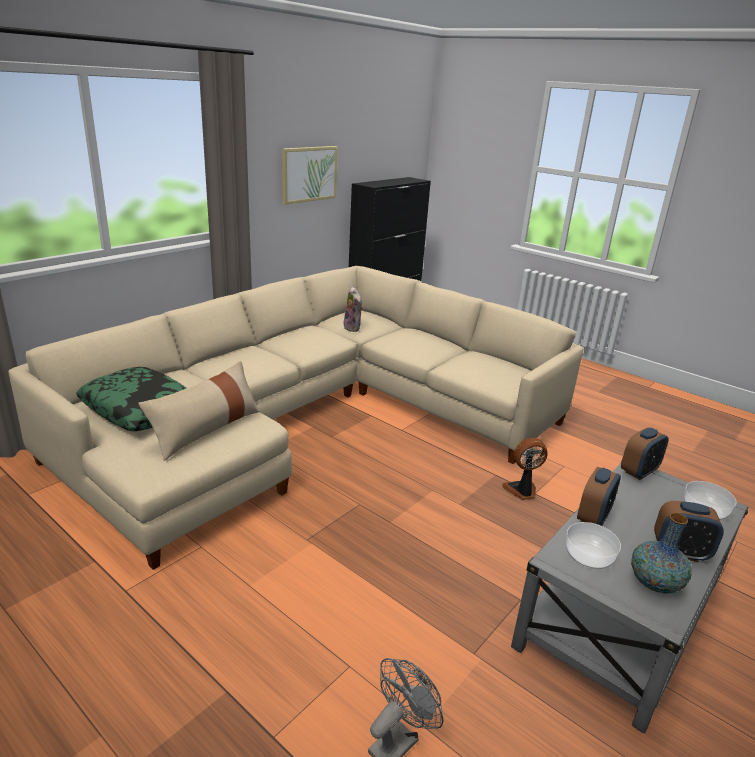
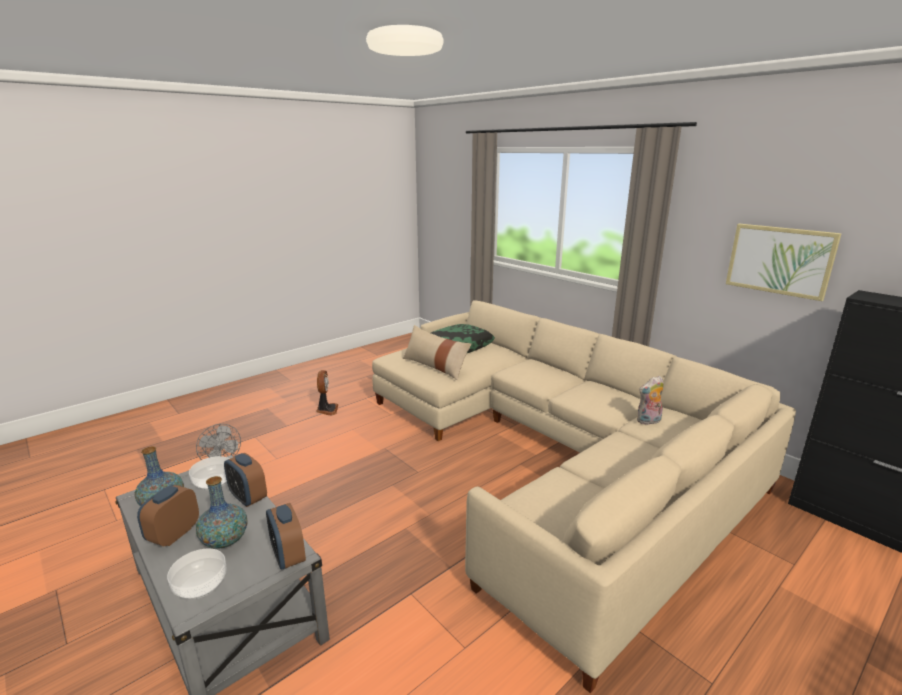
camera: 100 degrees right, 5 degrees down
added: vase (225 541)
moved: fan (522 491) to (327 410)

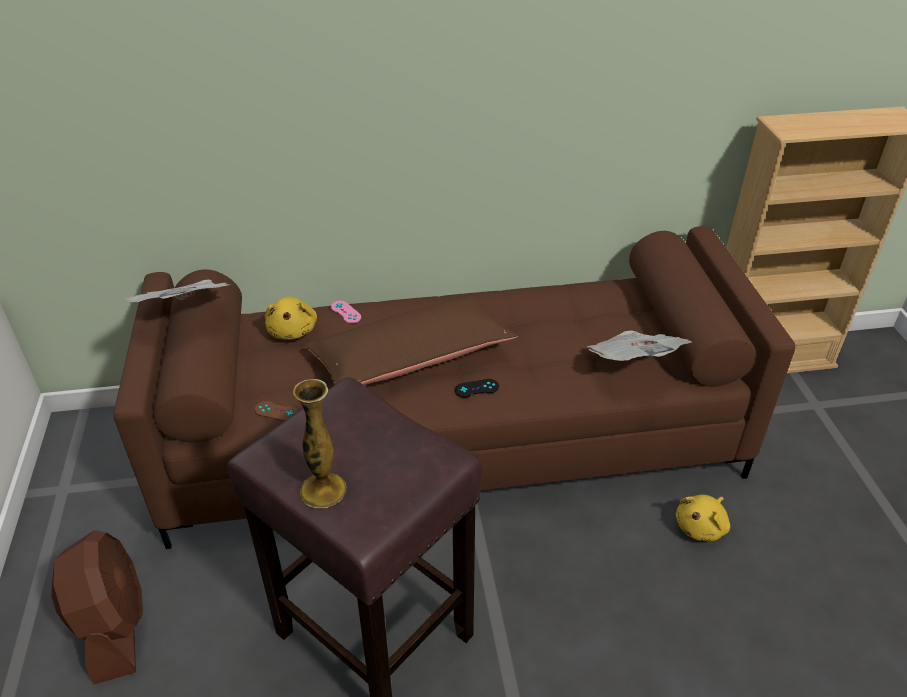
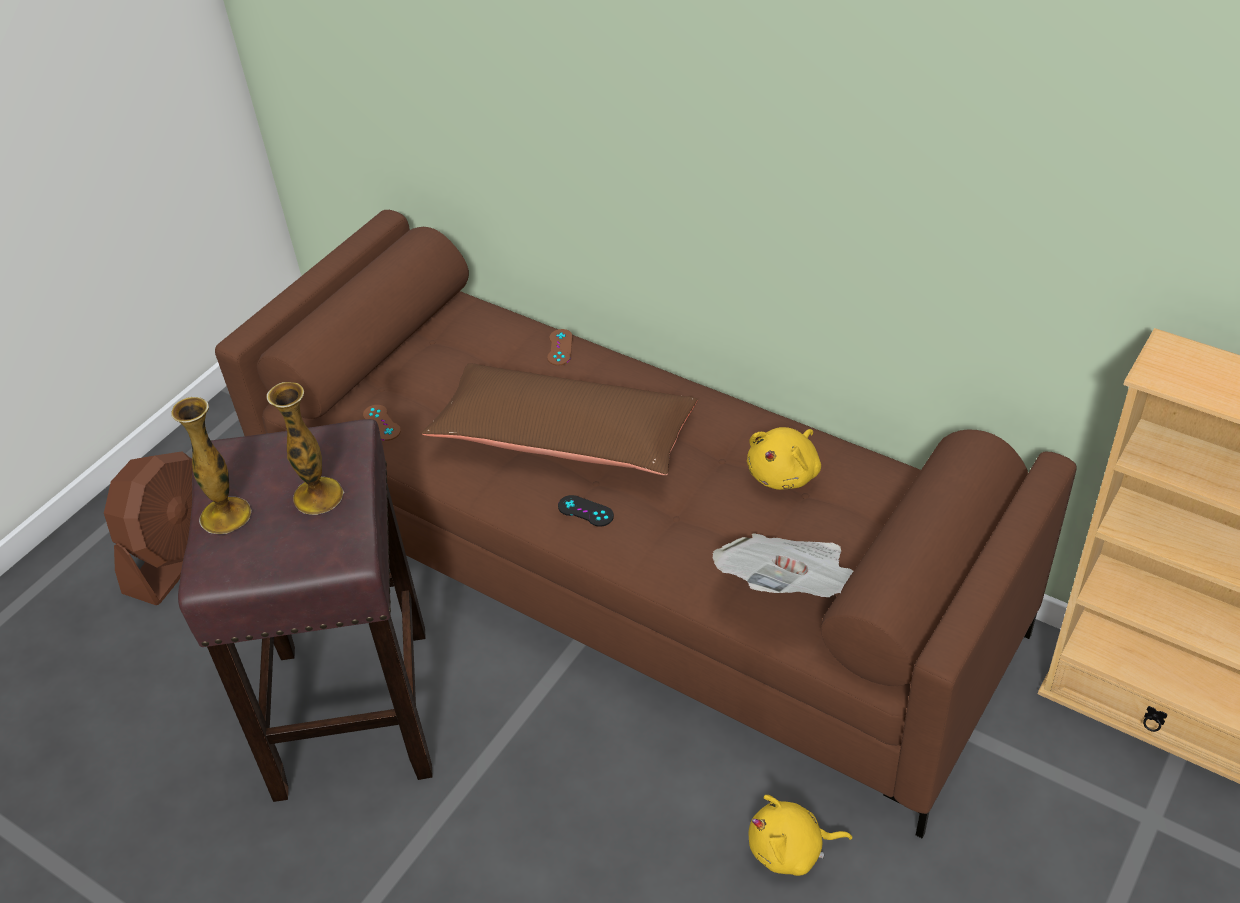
camera: 45 degrees right, 5 degrees up
removed: newspaper (188 311)
added: vase (318 496)
moved: yellow plush toy (293 330) to (785 473)
recoloured: pink game controller (345 312) to brown game controller (560 347)

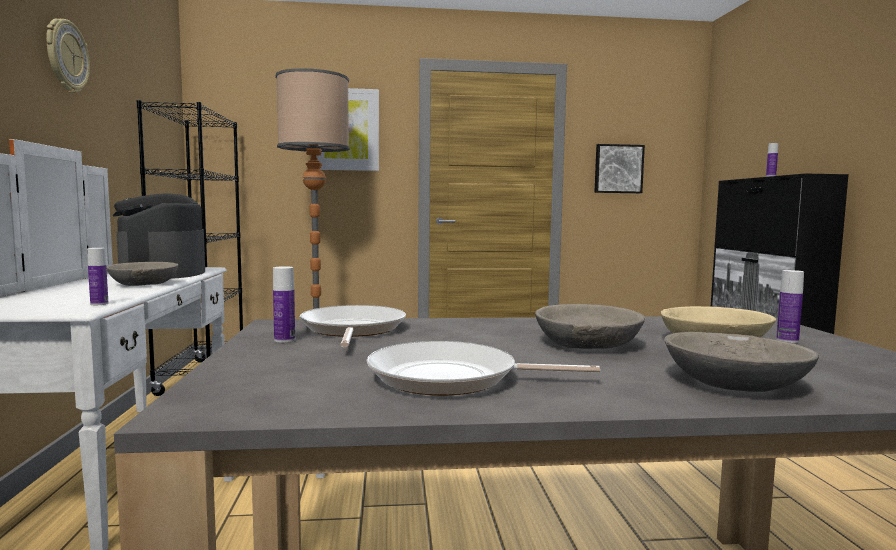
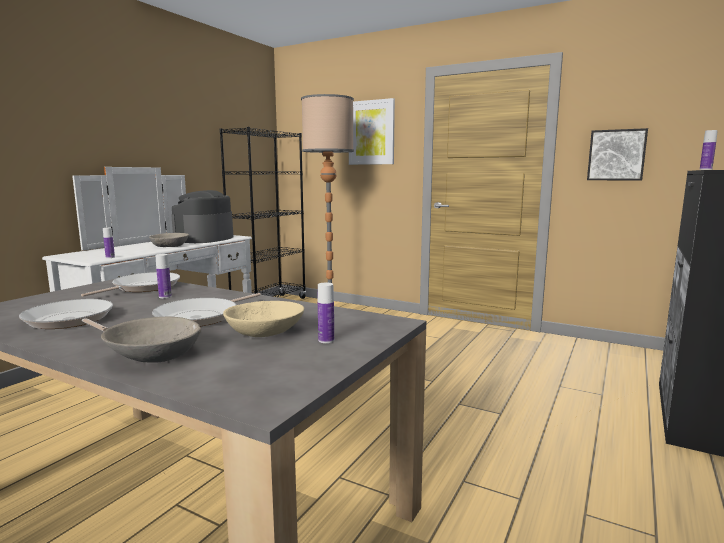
camera: 35 degrees right, 5 degrees up
removed: wall clock (66 56)
moved: bottle (284 340) to (165 296)
replaced: grey bowl (587 344) to frying pan (201 317)

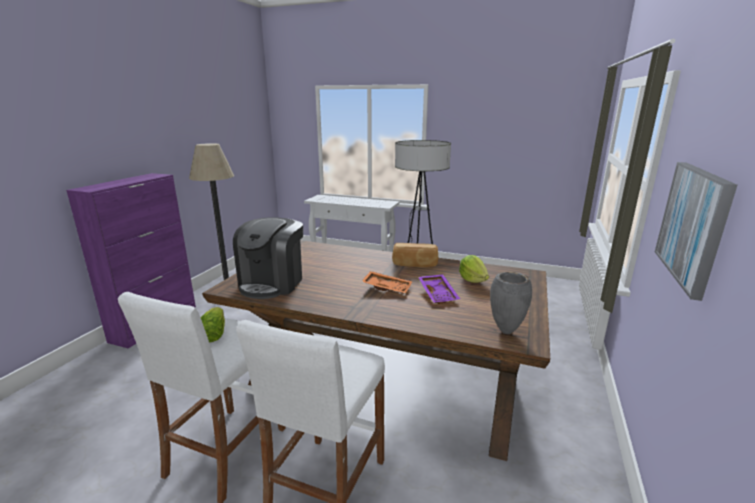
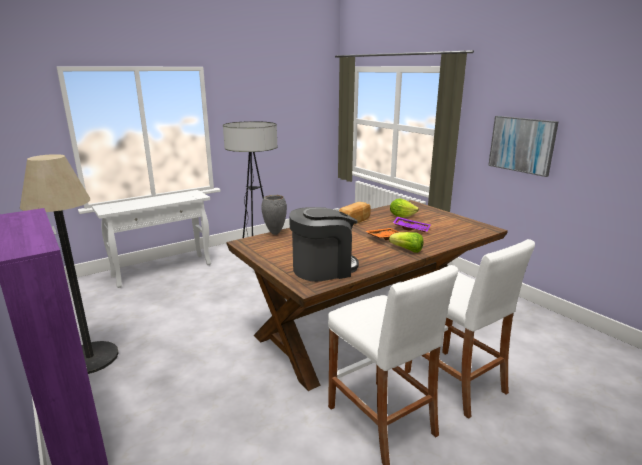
camera: 55 degrees left, 0 degrees up
moved: grey vase (505 331) to (274 233); lettuce (213 334) to (407 250)
turned: coffee machine (272 283) = (323 268) 75 degrees counterclockwise

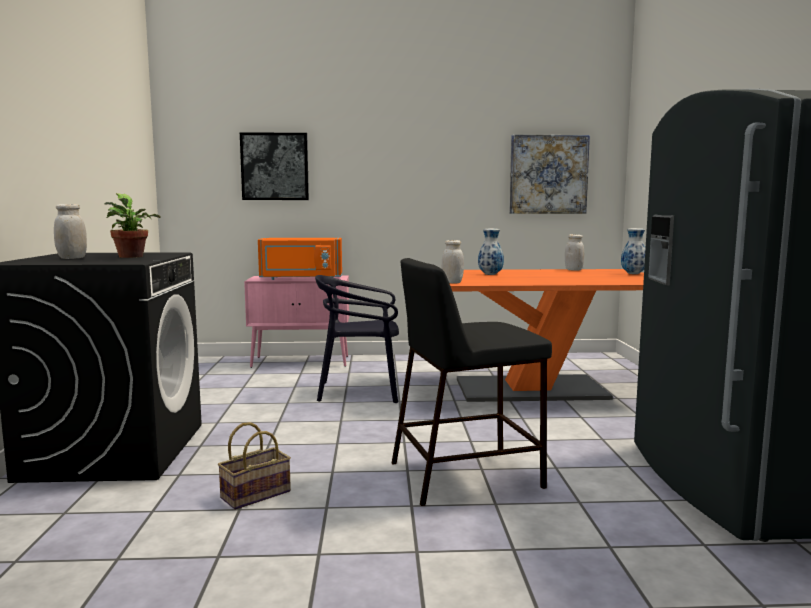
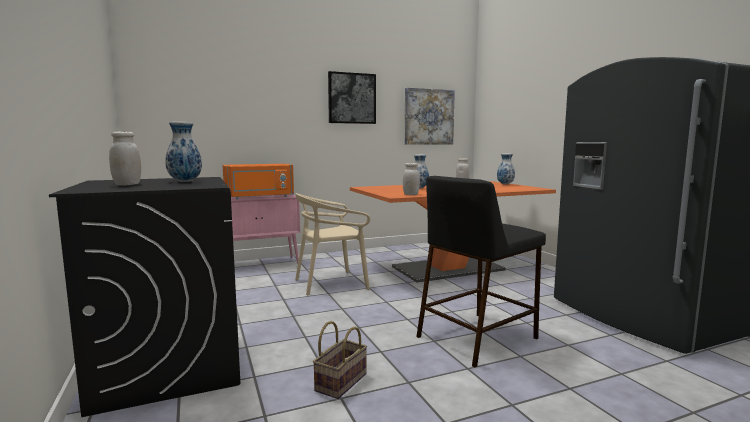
camera: 20 degrees left, 0 degrees up
moved: picture (275 166) to (351 98)
replaced: potted plant (132 257) to vase (185 182)
recoloured: black chair (360 391) to beige chair (331 283)

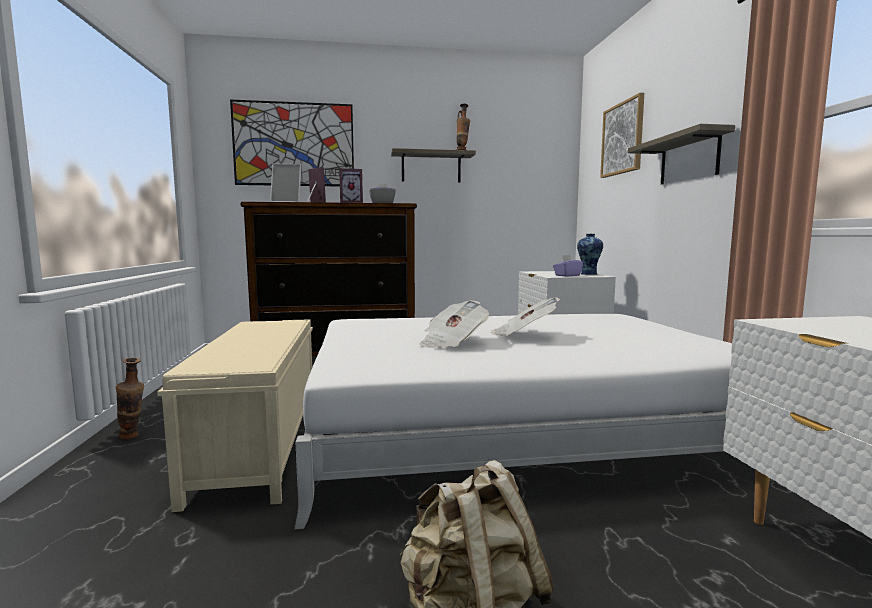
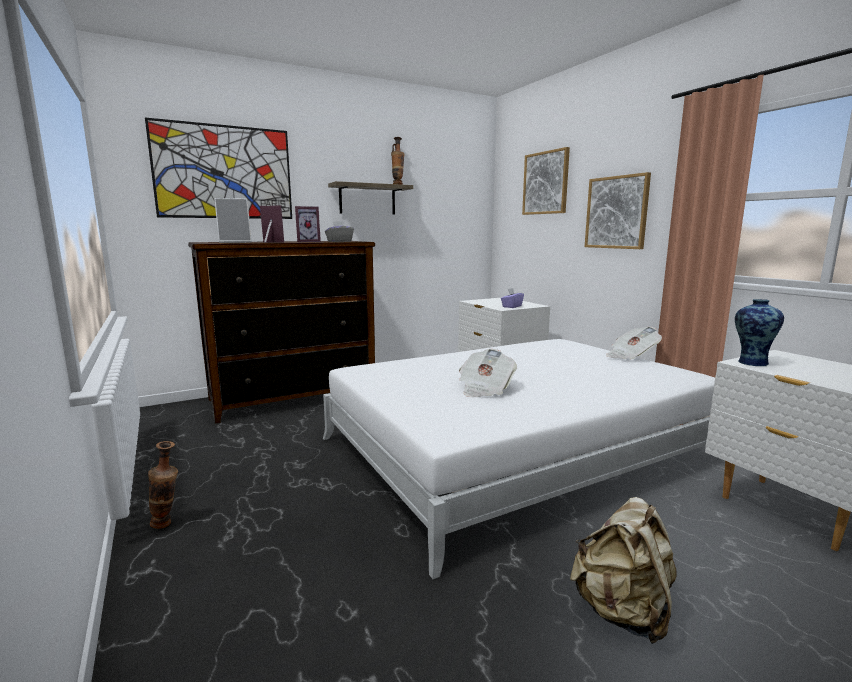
camera: 20 degrees left, 5 degrees up
removed: beige bench (260 443)
moved: newspaper (523 335) to (631 356); vase (589 274) to (751 362)
replaced: shelf (689 159) to picture (616 212)

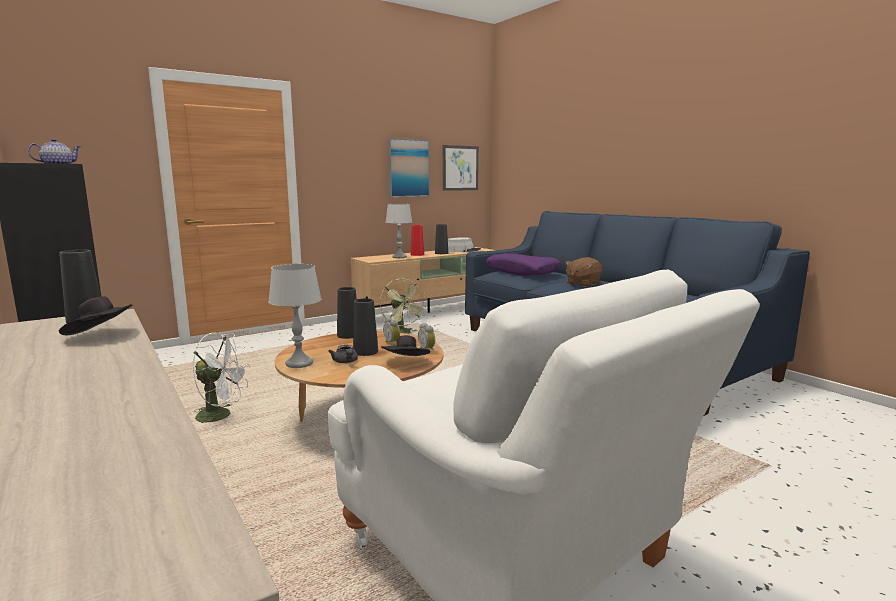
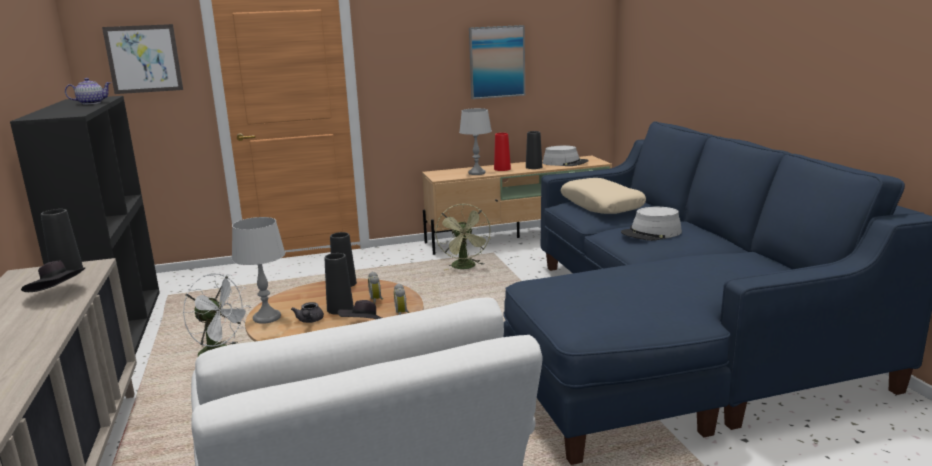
camera: 20 degrees right, 5 degrees up
moved: picture (460 168) to (143 59)
replaced: brown plush toy (582 284) to grey hat (651 233)
recoloured: purple pillow (522 272) to beige pillow (602 205)

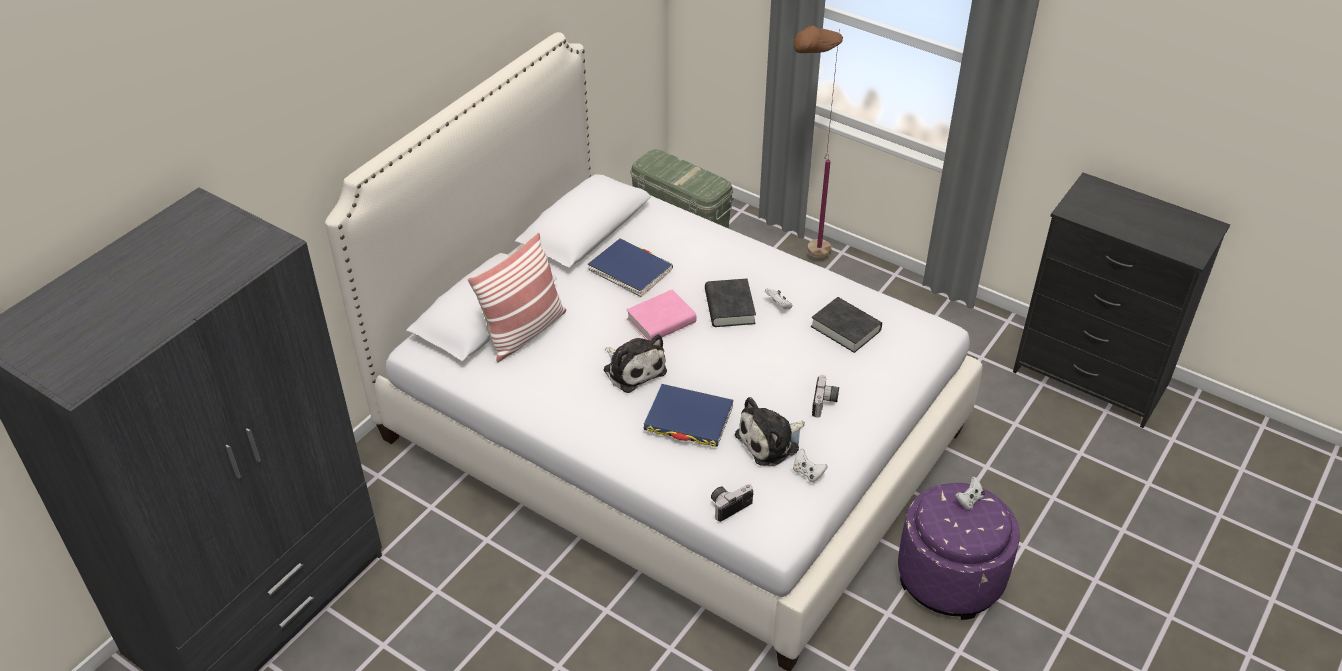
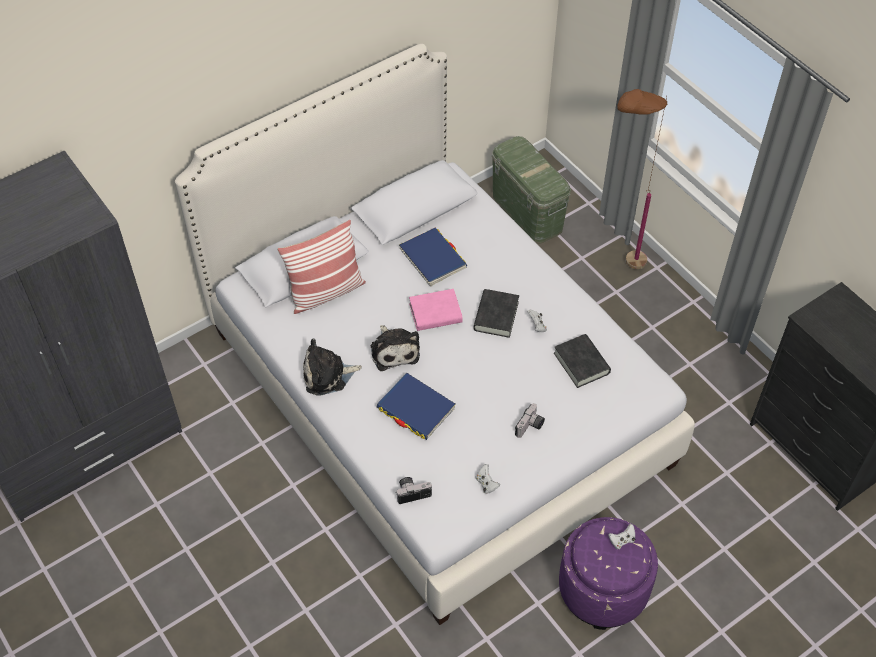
camera: 20 degrees right, 10 degrees up
moved: plush toy (771 441) to (328 375)

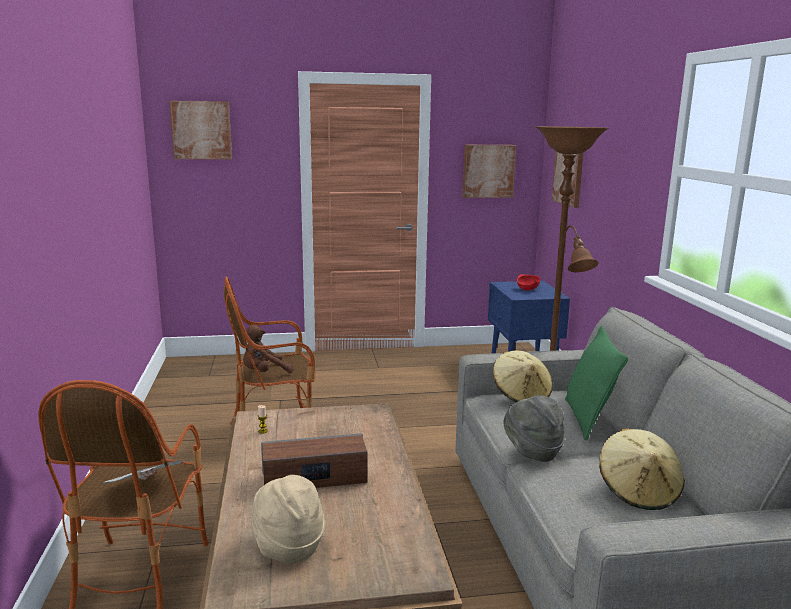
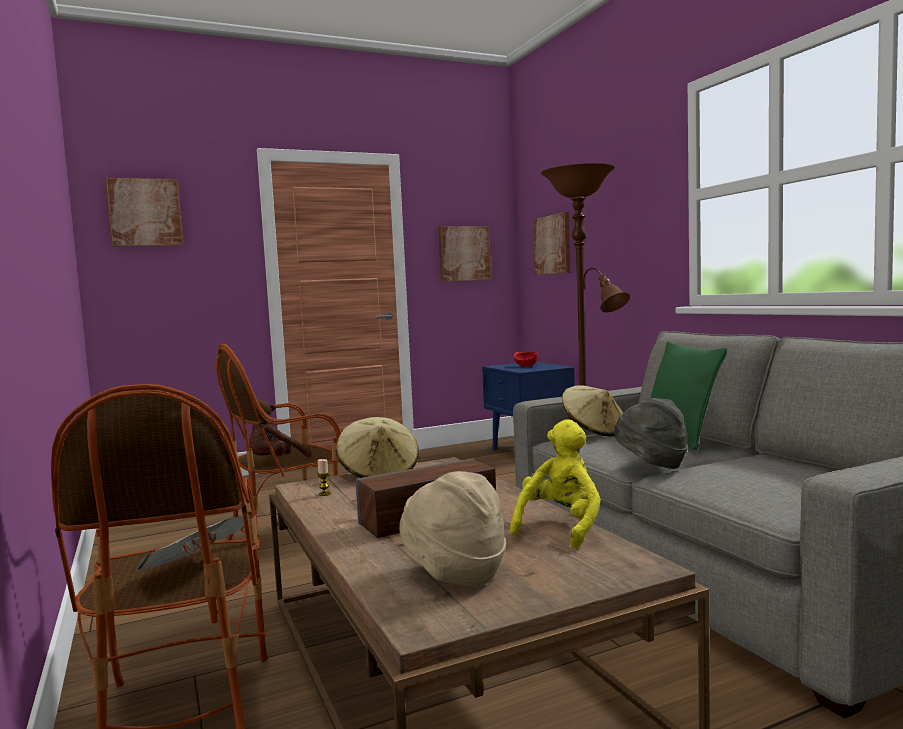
camera: 15 degrees left, 10 degrees down
added: yellow plush toy (561 527)
moved: beige hat (638 491) to (379 473)

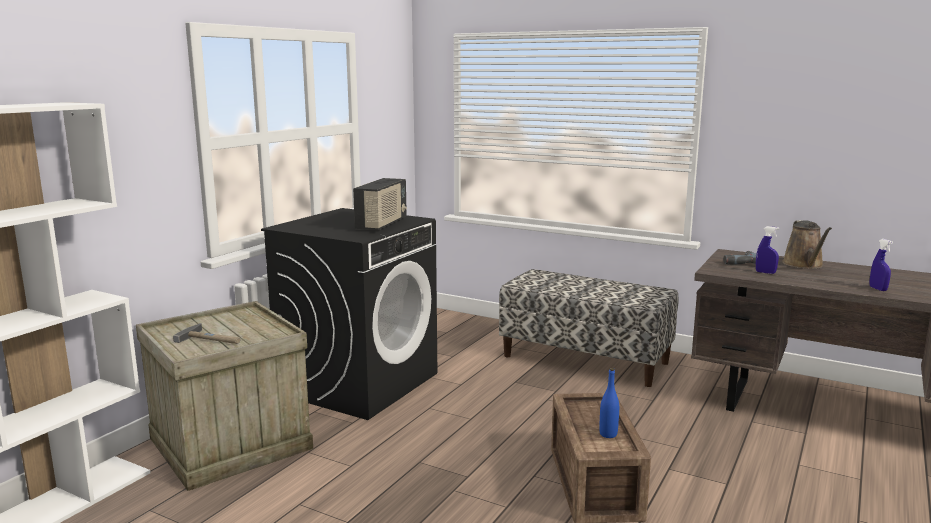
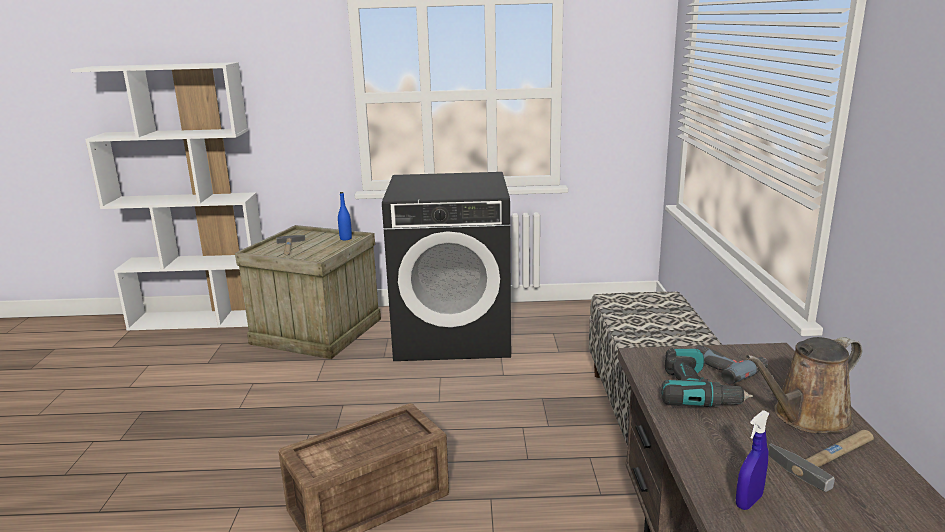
camera: 60 degrees right, 5 degrees up
removed: radio (382 224)
added: hammer (828 456)
moved: blue bottle (608 434) to (345 238)
replaced: blue spray bottle (765 272) to power drill (697 392)

